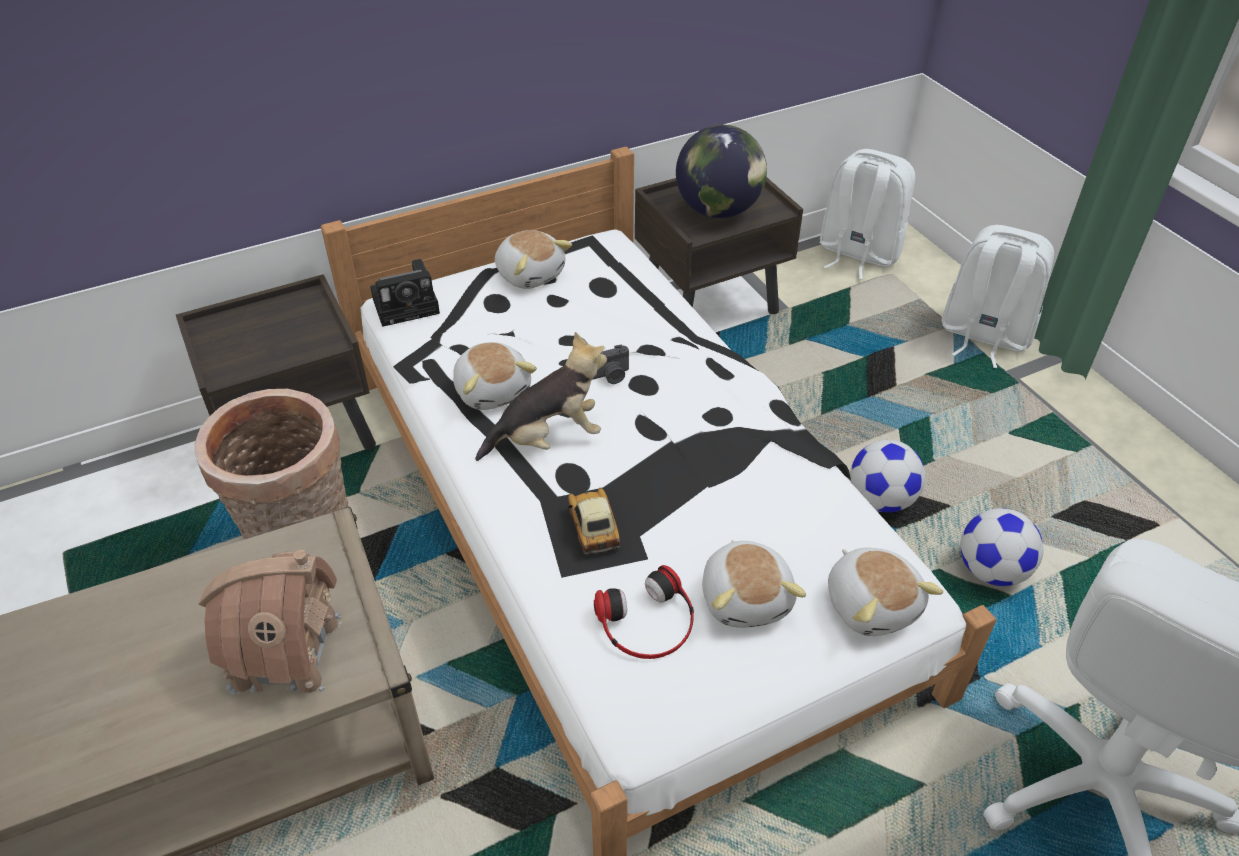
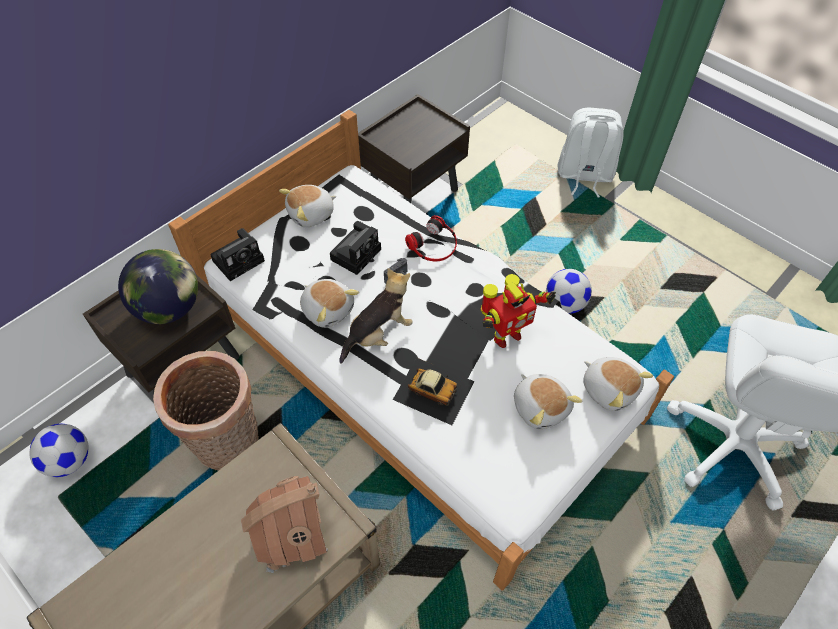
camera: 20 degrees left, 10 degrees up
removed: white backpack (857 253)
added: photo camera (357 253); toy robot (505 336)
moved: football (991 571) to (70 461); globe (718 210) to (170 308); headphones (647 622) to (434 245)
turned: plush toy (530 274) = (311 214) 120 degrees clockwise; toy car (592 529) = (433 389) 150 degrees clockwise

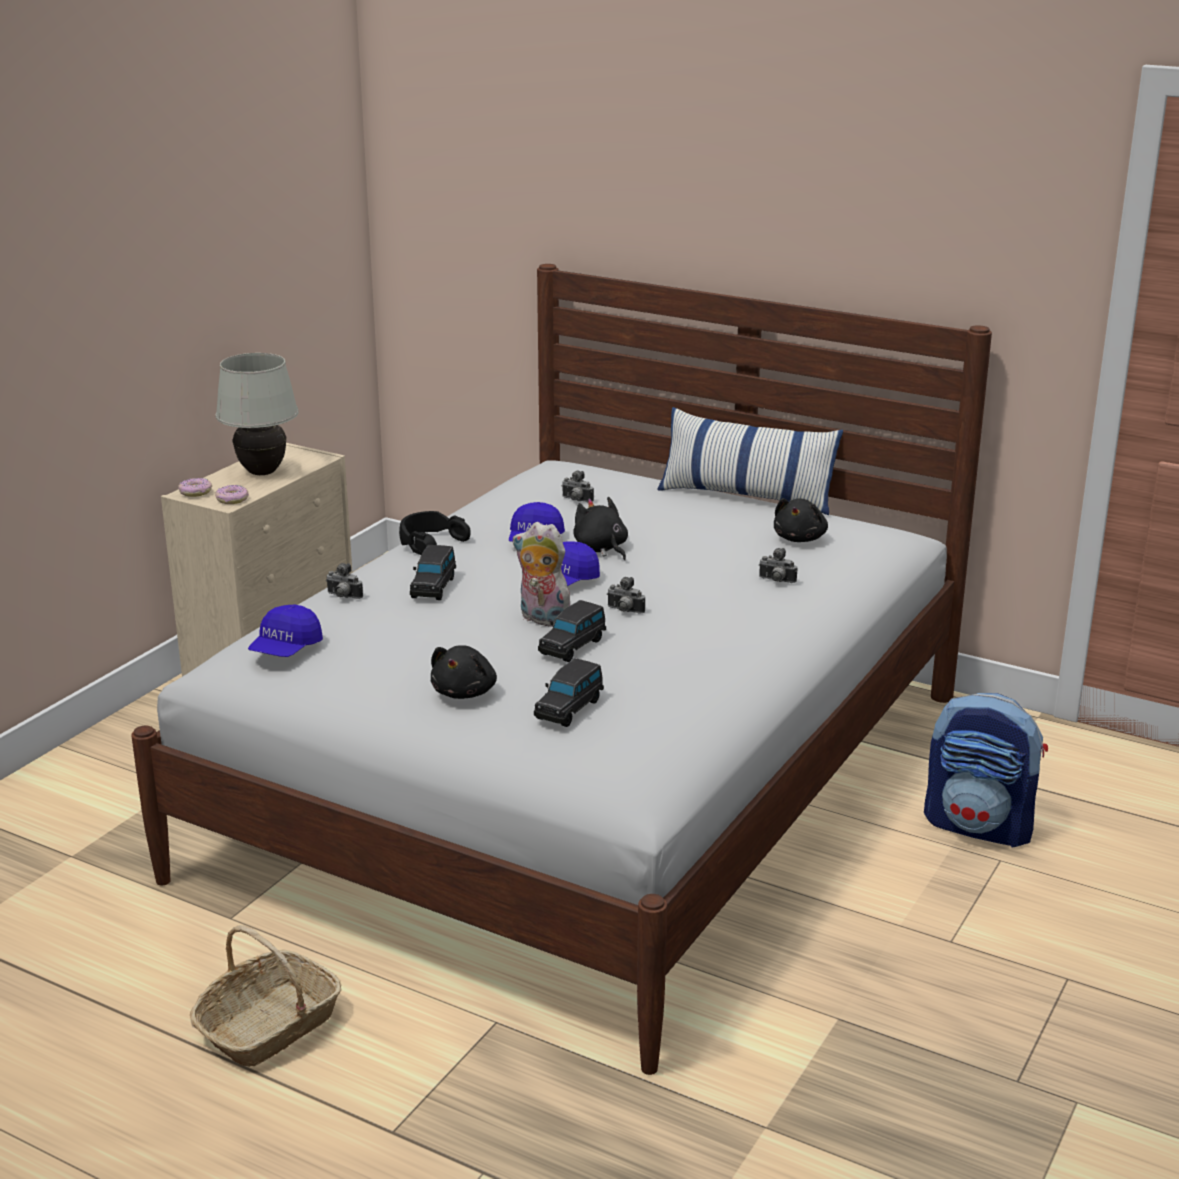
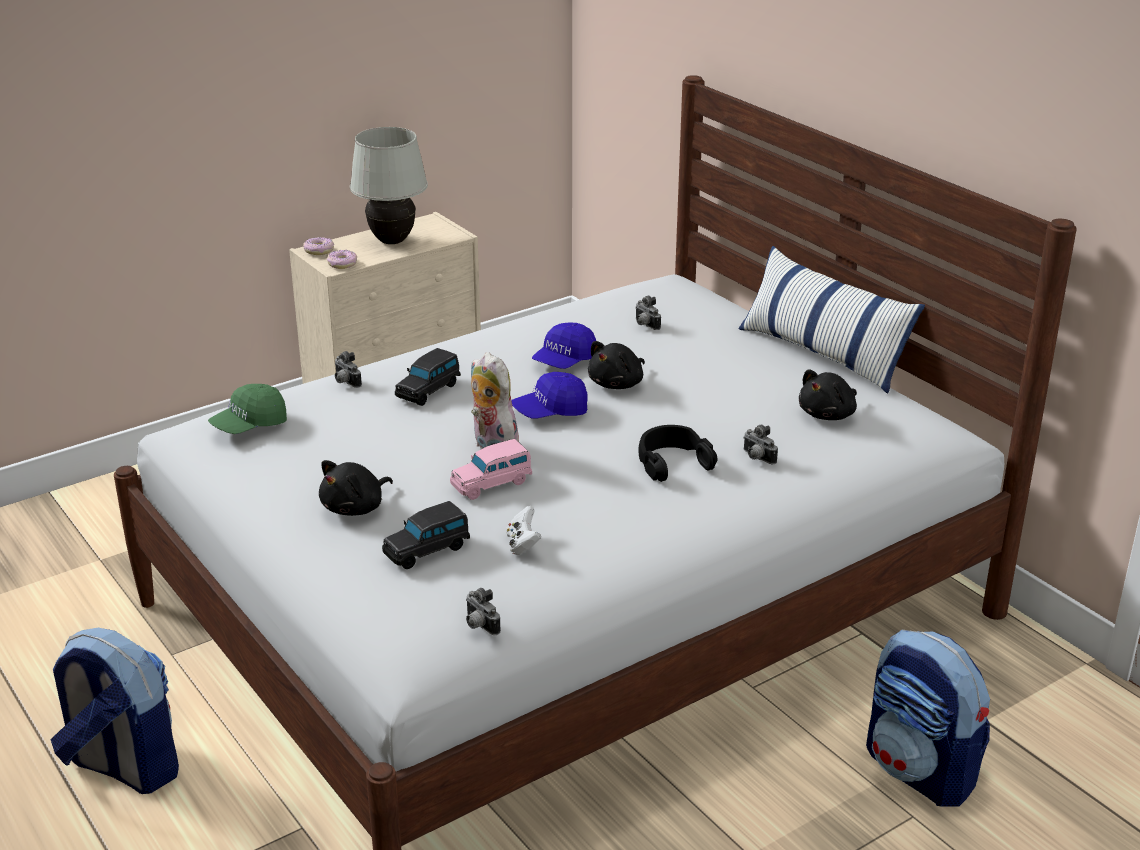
camera: 25 degrees right, 5 degrees up
added: white game controller (522 544)
moved: photo camera (624 611) to (479 626); black headphones (431 542) to (672 462)
replaced: basket (269 1026) to backpack (123 767)
recoloured: blue cap (286 649) to green cap (249 425); black toy car (573 646) to pink toy car (492 484)
turned: black plush toy (601 549) = (618 384) 135 degrees counterclockwise

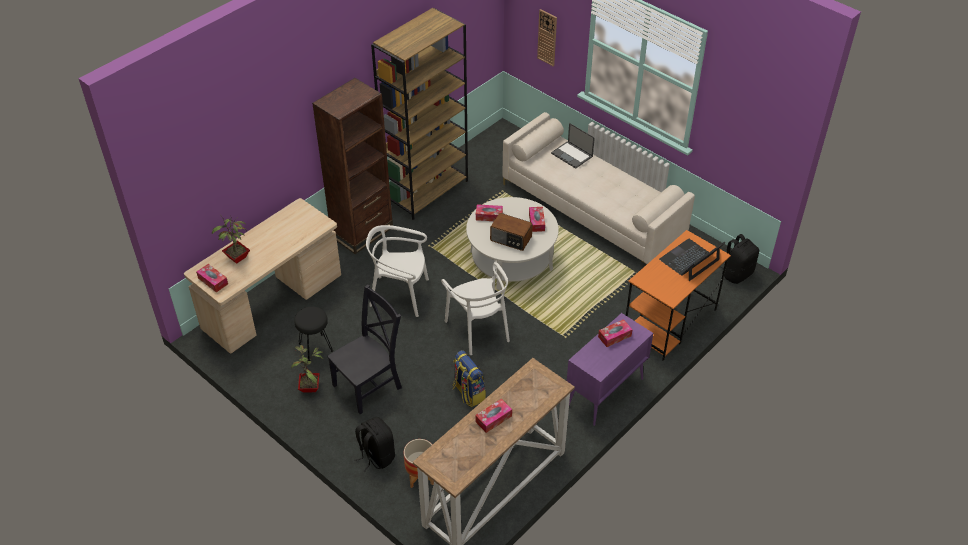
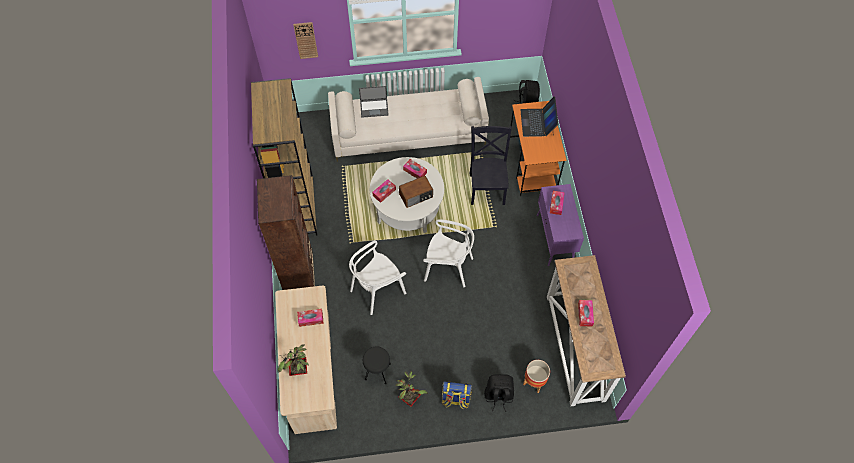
camera: 50 degrees left, 15 degrees up
moved: tissue box (213 281) to (310 319); backpack (468 393) to (455 399); black chair (369 385) to (487 187)

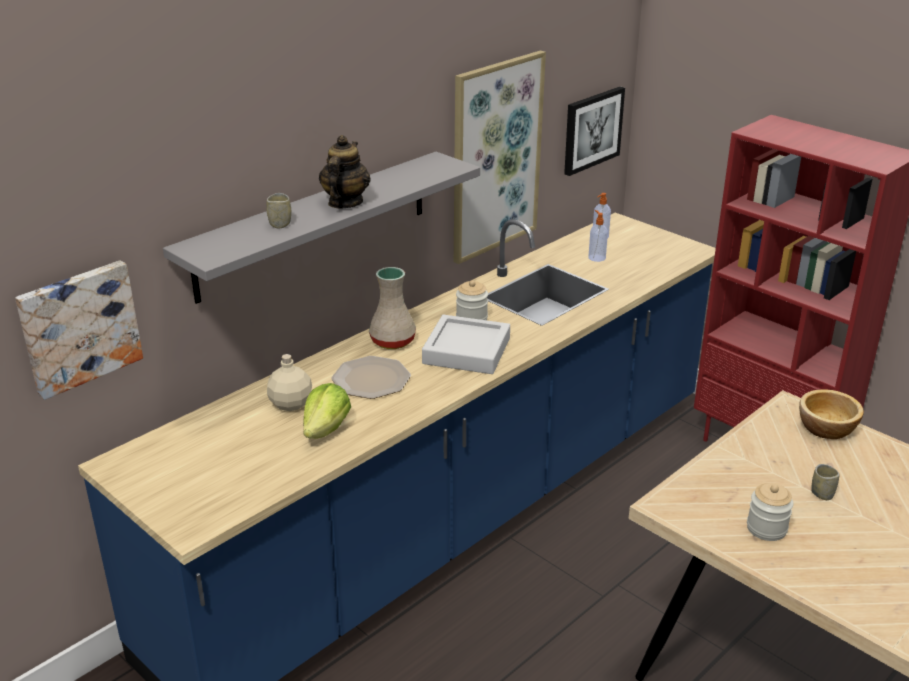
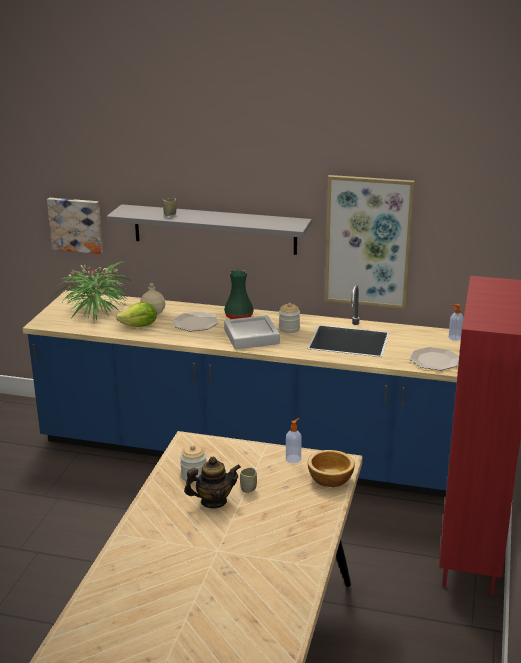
camera: 60 degrees right, 5 degrees down
removed: picture (592 130)
added: potted plant (96 309); plate (434 360)
moved: teapot (345 203) to (213 501); soap dispenser (596 257) to (293 458)
recoloured: beige vase (393 341) to green vase (239 317)

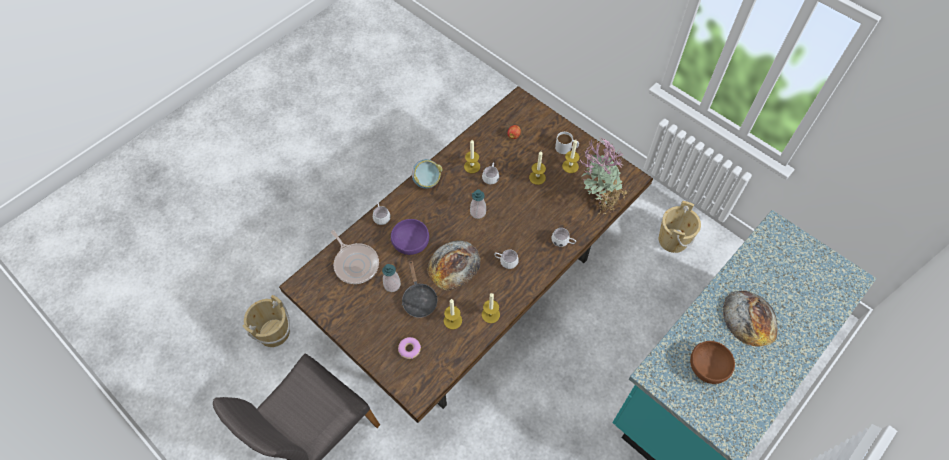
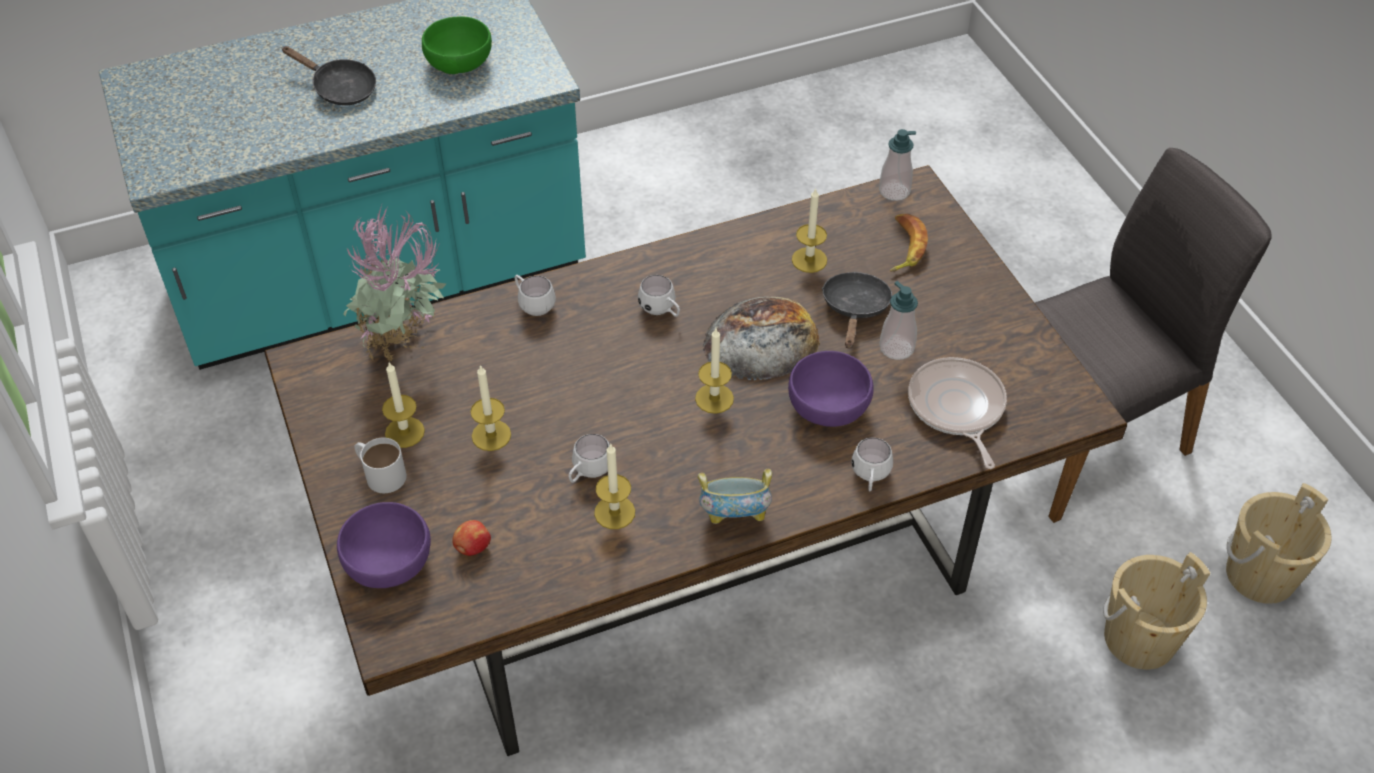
camera: 155 degrees left, 10 degrees down
added: purple bowl (387 561)
moved: candle (490 314) to (714 398); soap dispenser (478 212) to (894 191); beige bucket (673 240) to (1260 574)
replaced: bread (750 318) to black frying pan (339 88); donut (409 349) to banana (904 247)
recoloured: brown bowl (707 367) to green bowl (460 62)

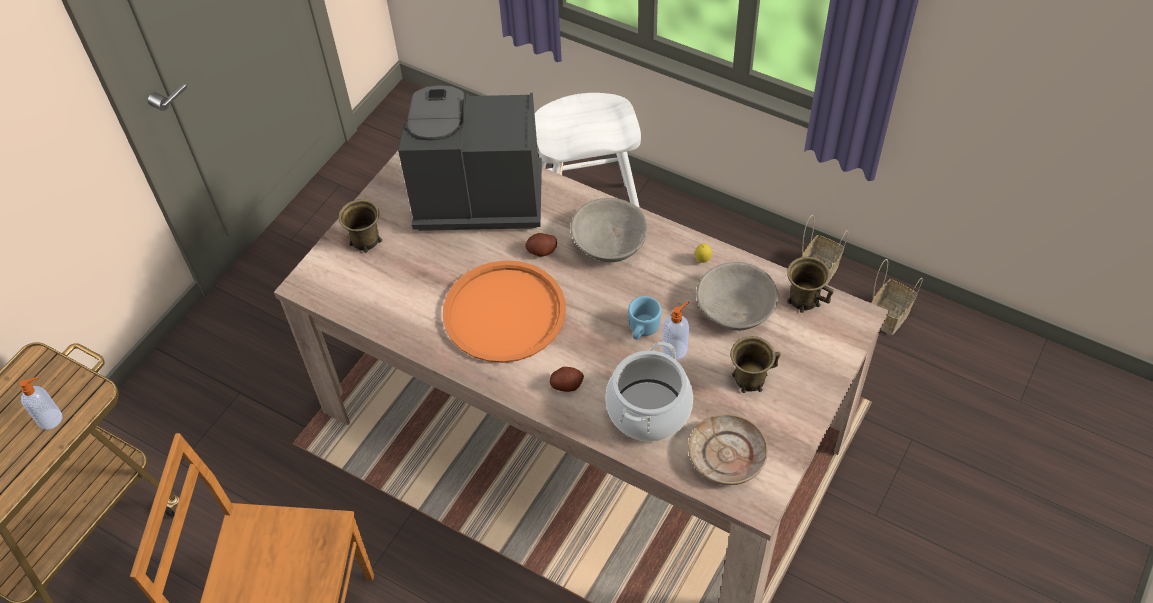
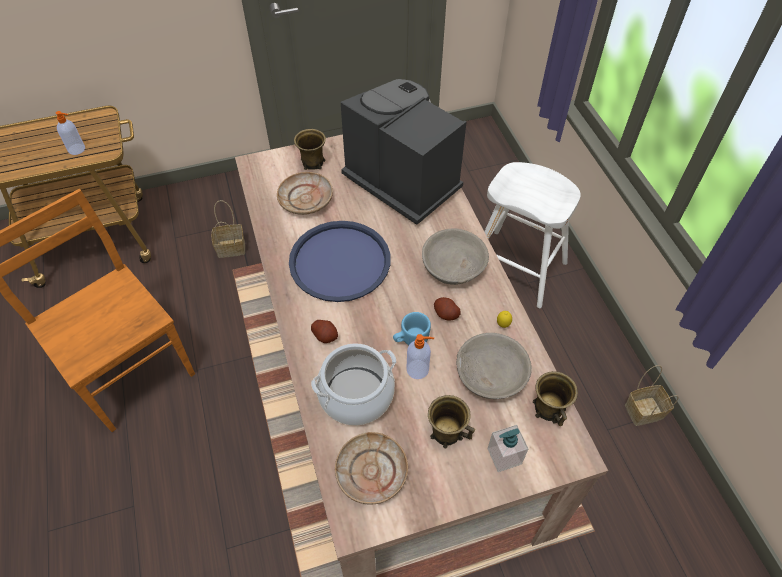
camera: 40 degrees right, 0 degrees up
added: beige plate (306 199); soap dispenser (504 456)
moved: basket (888 314) to (232 247); potato (542 251) to (446 314)
recoloured: orange tray (504 313) to blue tray (339 262)

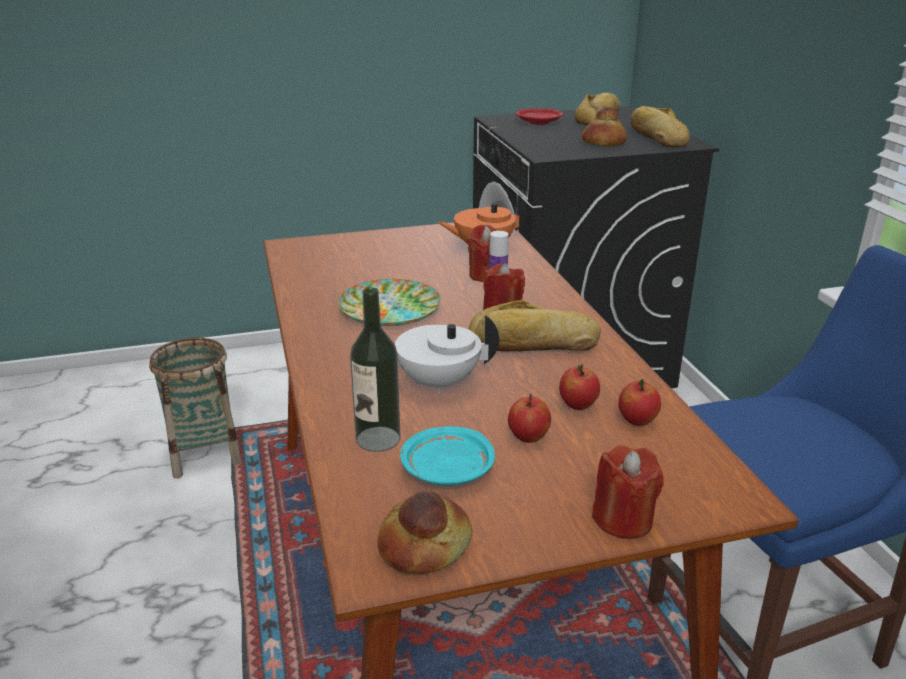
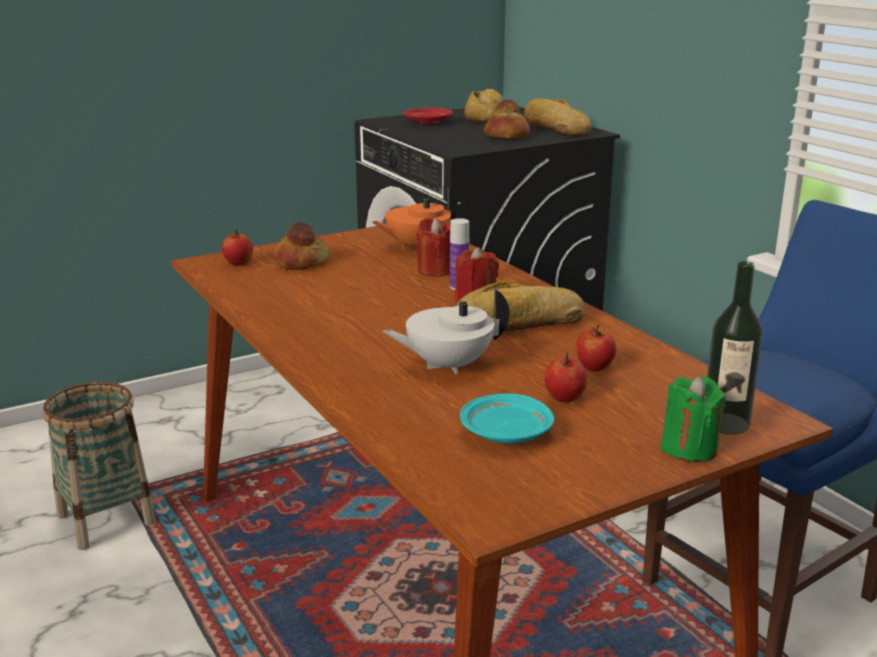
camera: 15 degrees left, 5 degrees down
removed: plate (390 309)
moved: apple (637 420) to (238 263); bread (425 546) to (302 262); bottle (378 439) to (725 423)
recoloured: red candle (623 519) to green candle (689 448)

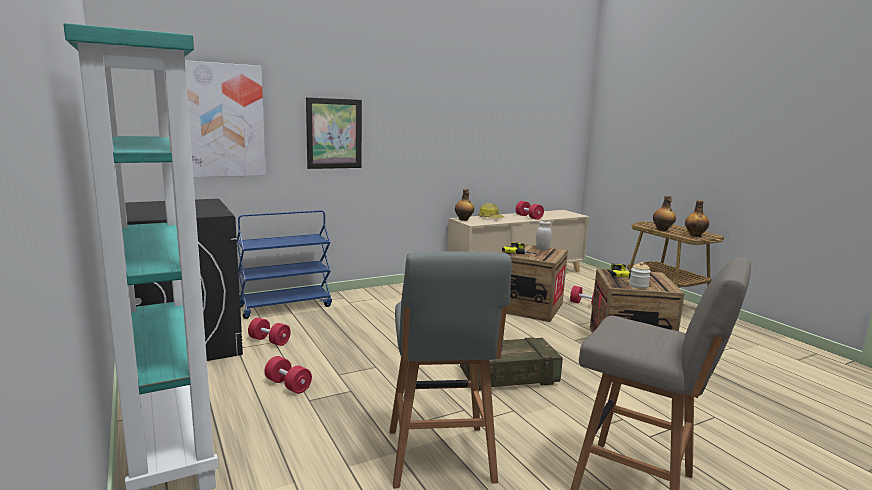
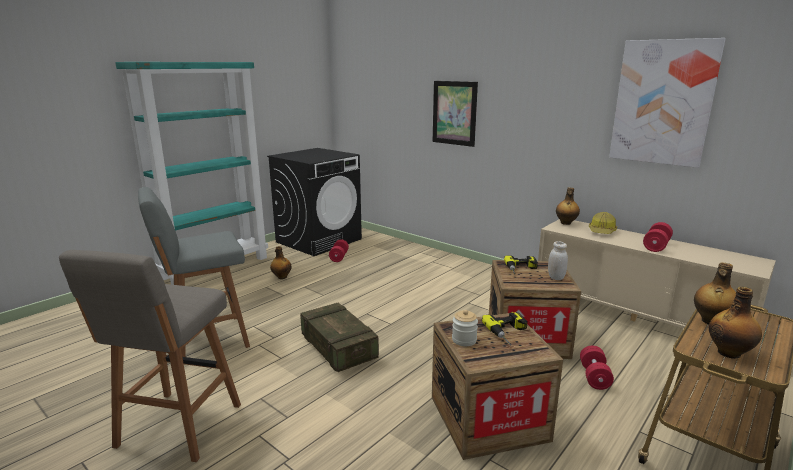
camera: 70 degrees right, 5 degrees up
removed: blue cart (285 306)
moved: picture (221 120) to (662 103)
replaced: red dumbbell (288 385) to bottle (281 277)

